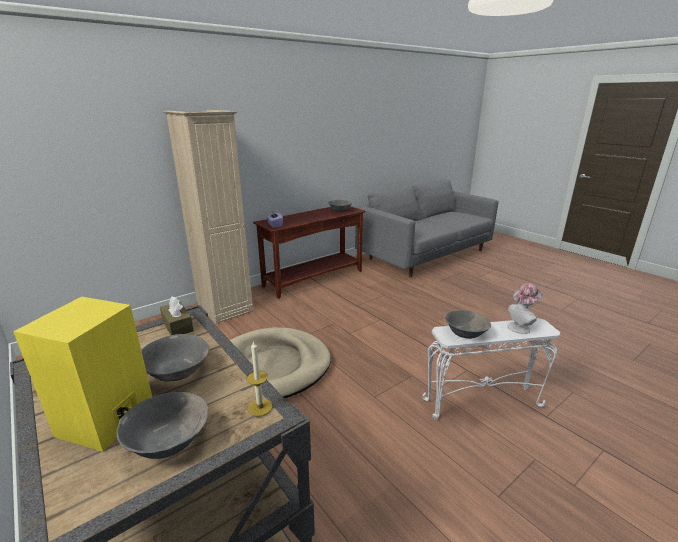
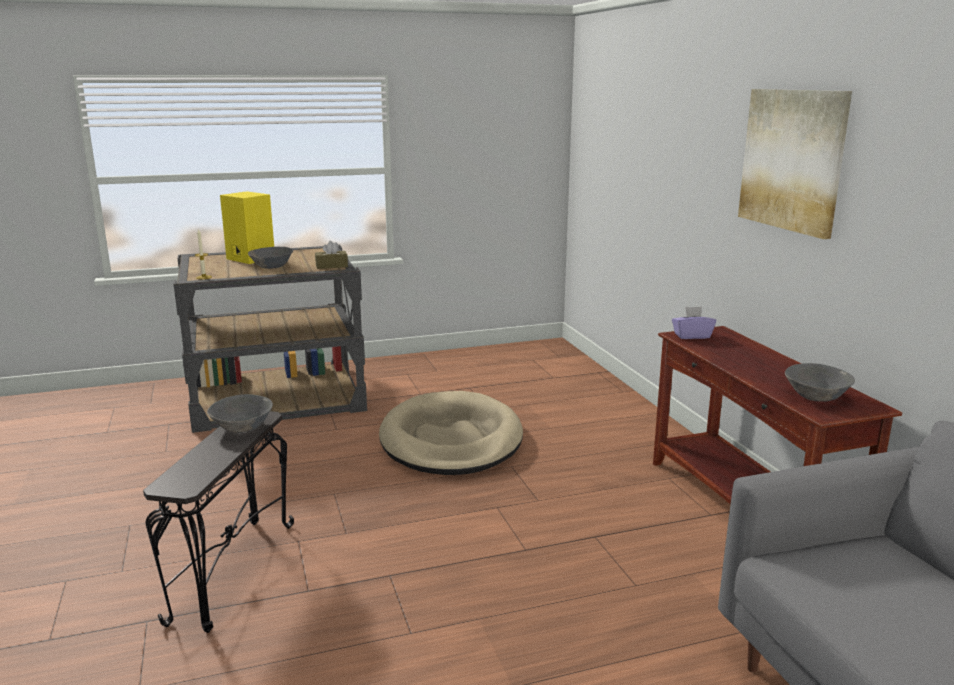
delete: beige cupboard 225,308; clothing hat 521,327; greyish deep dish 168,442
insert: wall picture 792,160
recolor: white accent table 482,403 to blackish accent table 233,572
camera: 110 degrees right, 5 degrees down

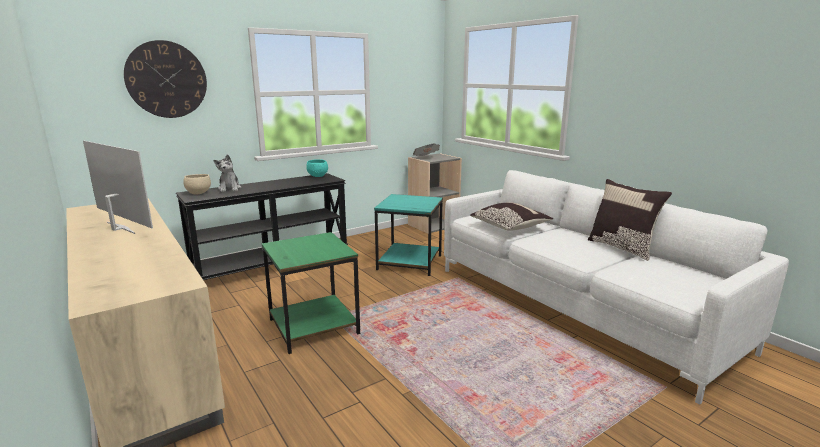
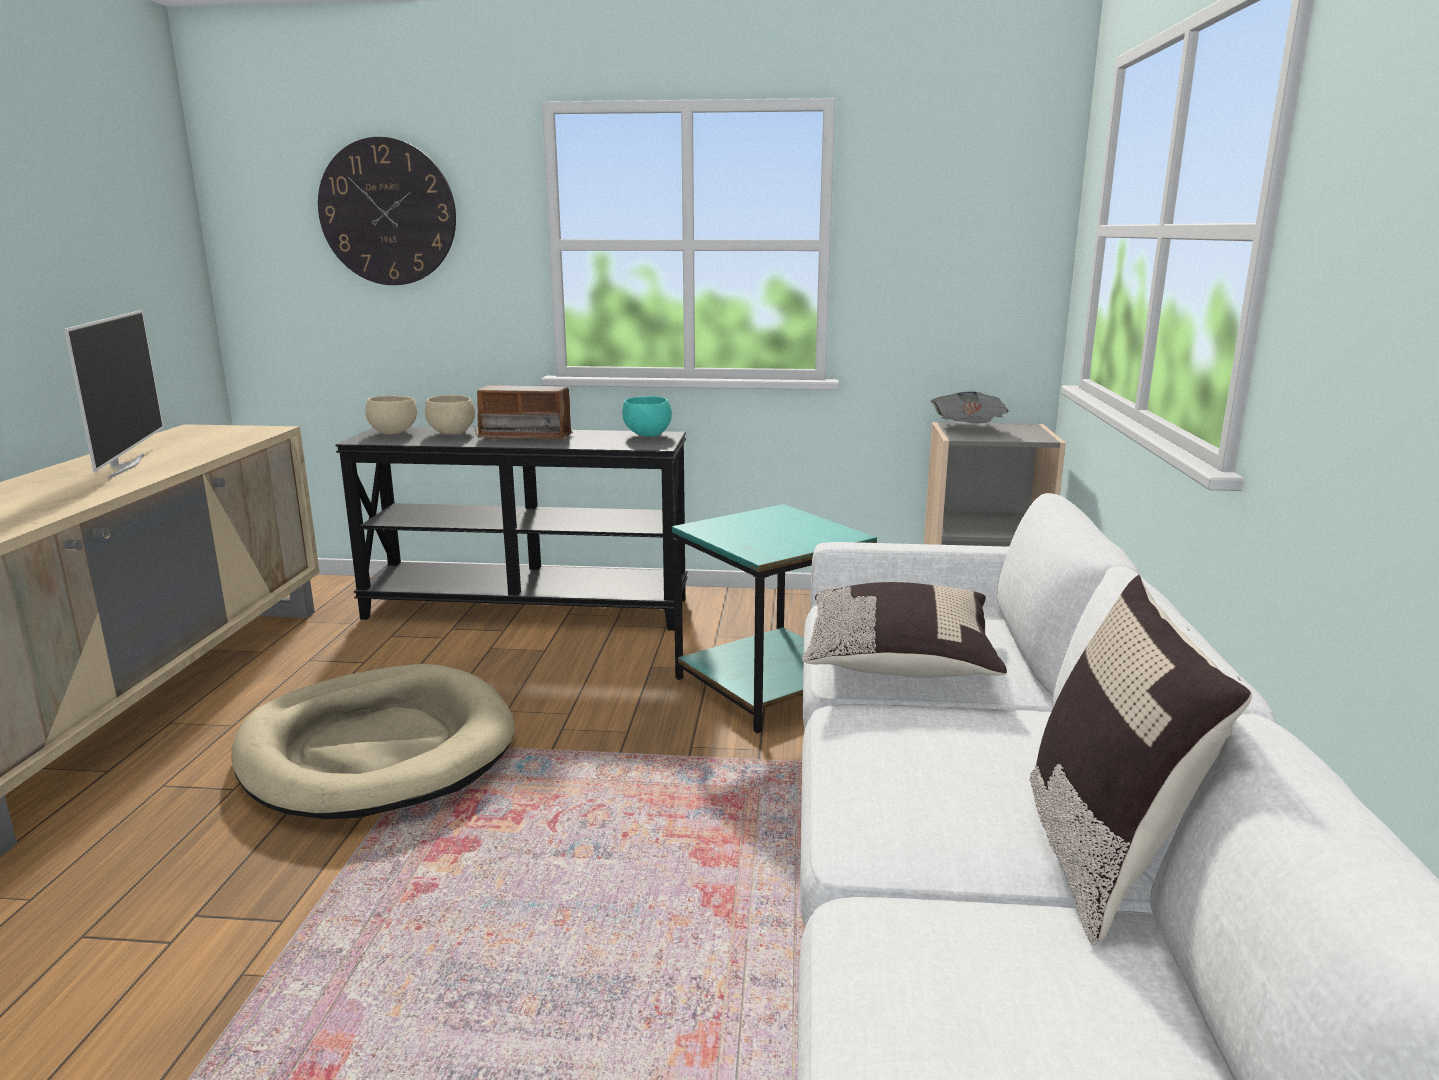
insert: radio 526,436
replace: soft toy 229,189 to beige deep dish 453,433; green accent table 312,326 to beige dog cushion 377,749
camera: 40 degrees right, 0 degrees up

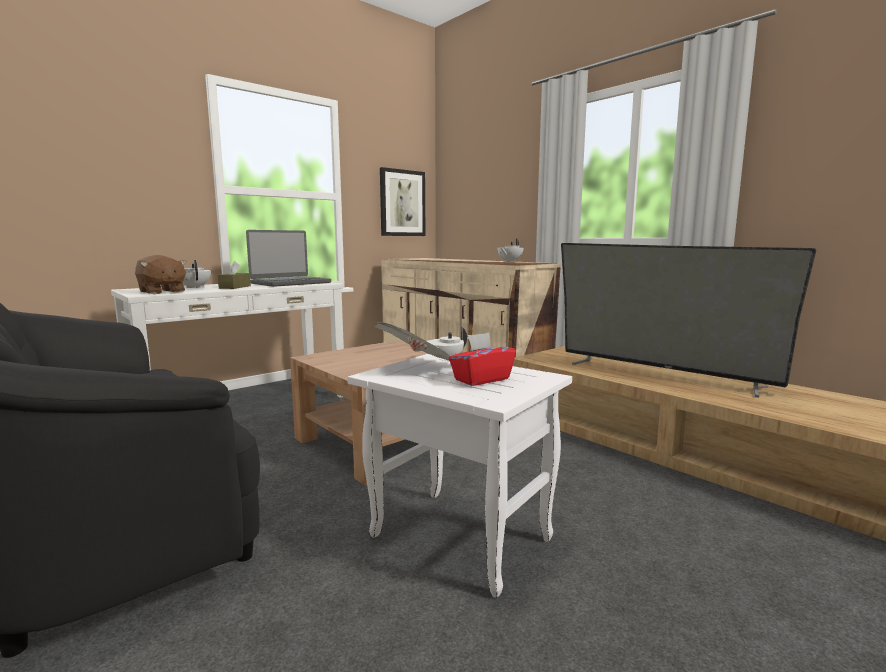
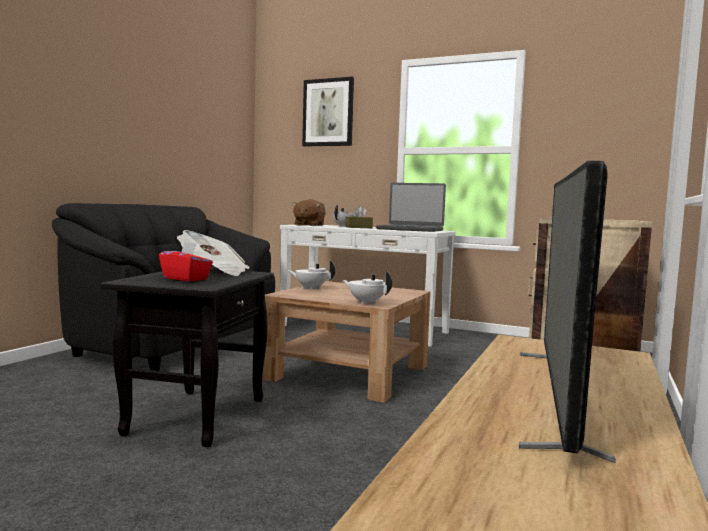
move: wall picture 402,203 to 328,112; white teapot 509,261 to 311,288
recolor: white accent table 456,538 to blackish accent table 196,415
camera: 65 degrees right, 5 degrees down

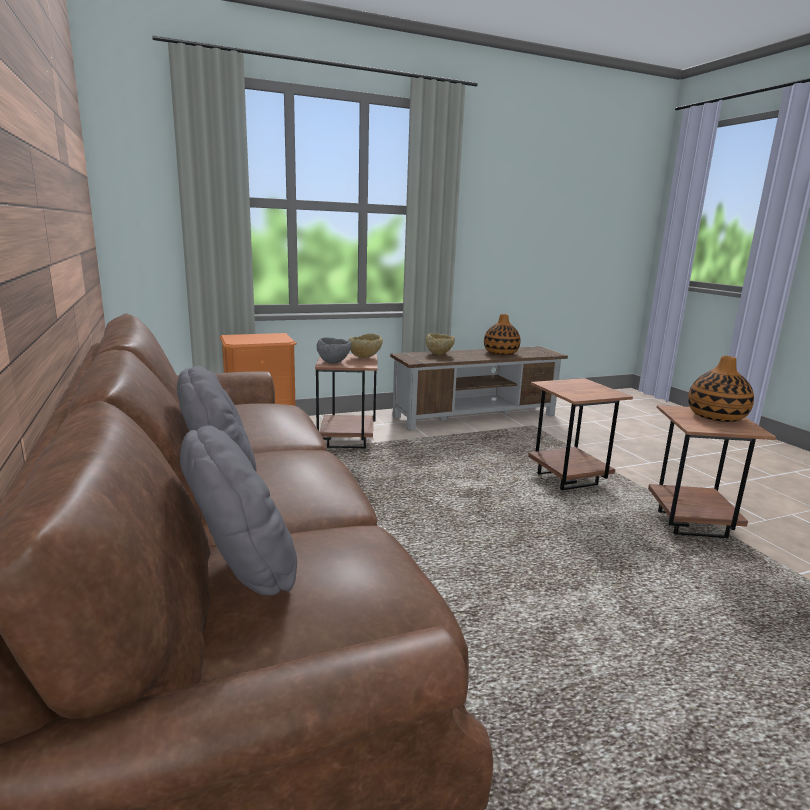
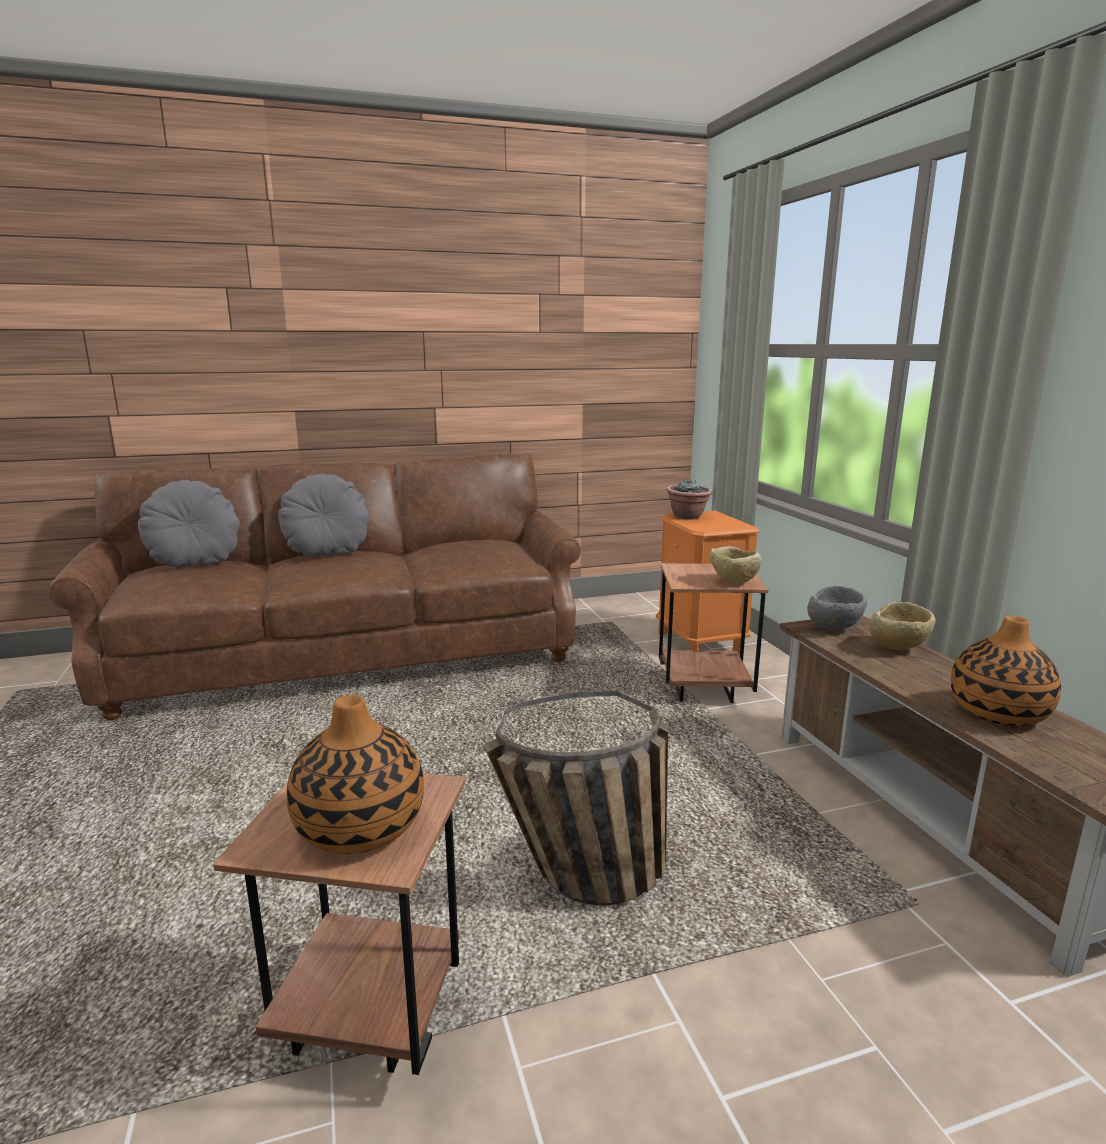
insert: plant in a pot 687,517
move: greyish deep dish 334,362 to 834,629
replace: brown accent table 566,480 to household basket 581,884
camera: 95 degrees right, 0 degrees up

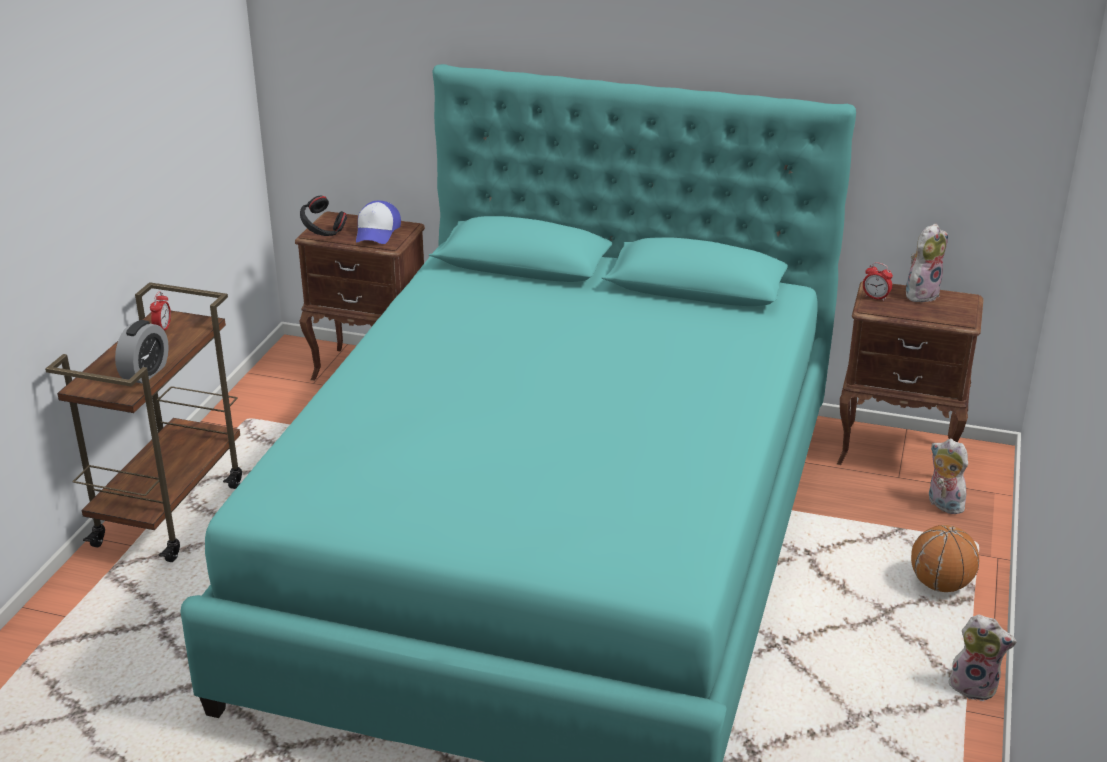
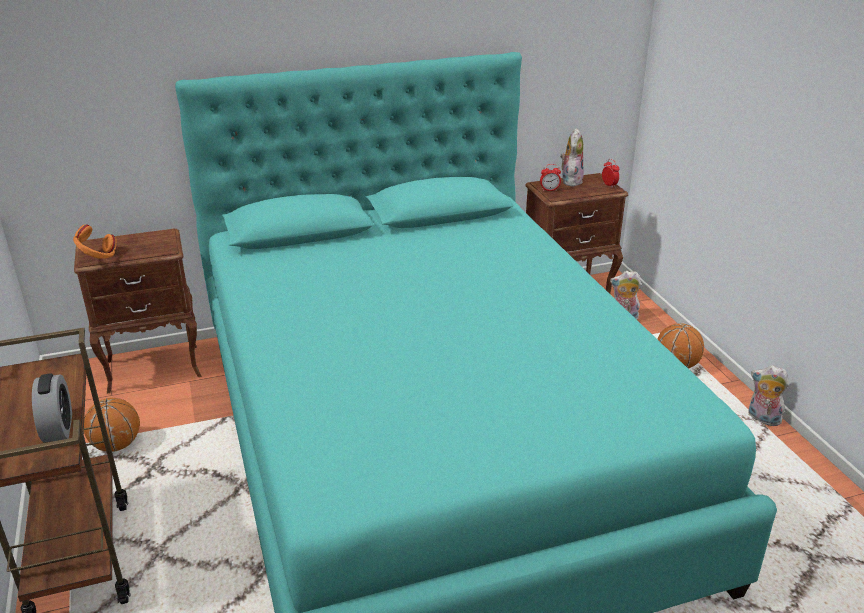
delete: cap 377,232
insert: basketball ball 116,445
move: alarm clock 163,329 to 609,185
recolor: blackish headphones 323,233 to orangey headphones 98,258
rotate: soft toy 974,686 = 762,419 135 degrees counterclockwise
camera: 35 degrees left, 0 degrees up

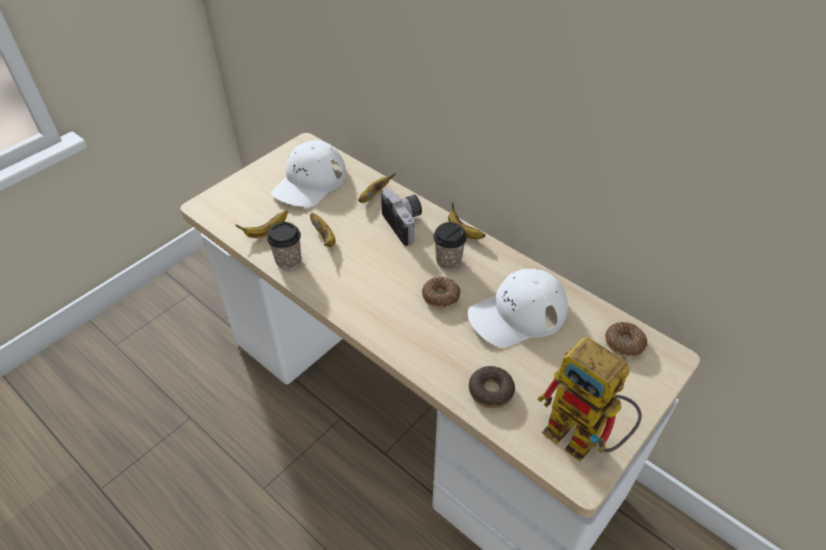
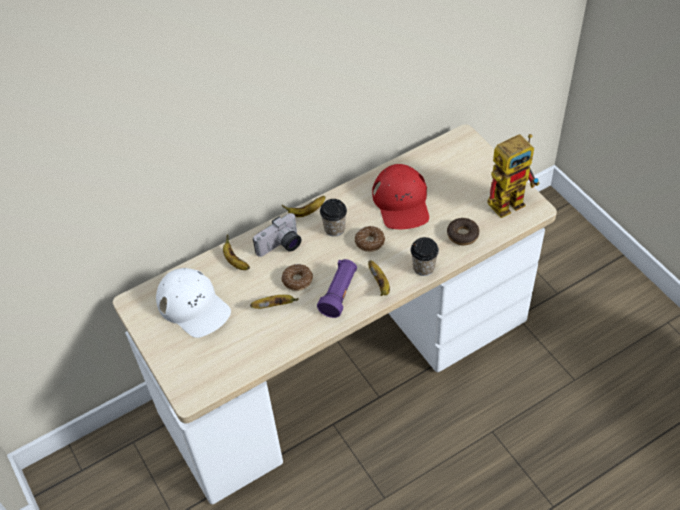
insert: purple-coloured hand torch 339,294
move: whole banana 266,232 to 380,284; small cup 288,261 to 423,267; donut 624,343 to 297,280
recolor: white cap 517,314 to reddish cap 401,202
rotate: photo camera 406,224 = 281,246 150 degrees clockwise
camera: 70 degrees left, 5 degrees up

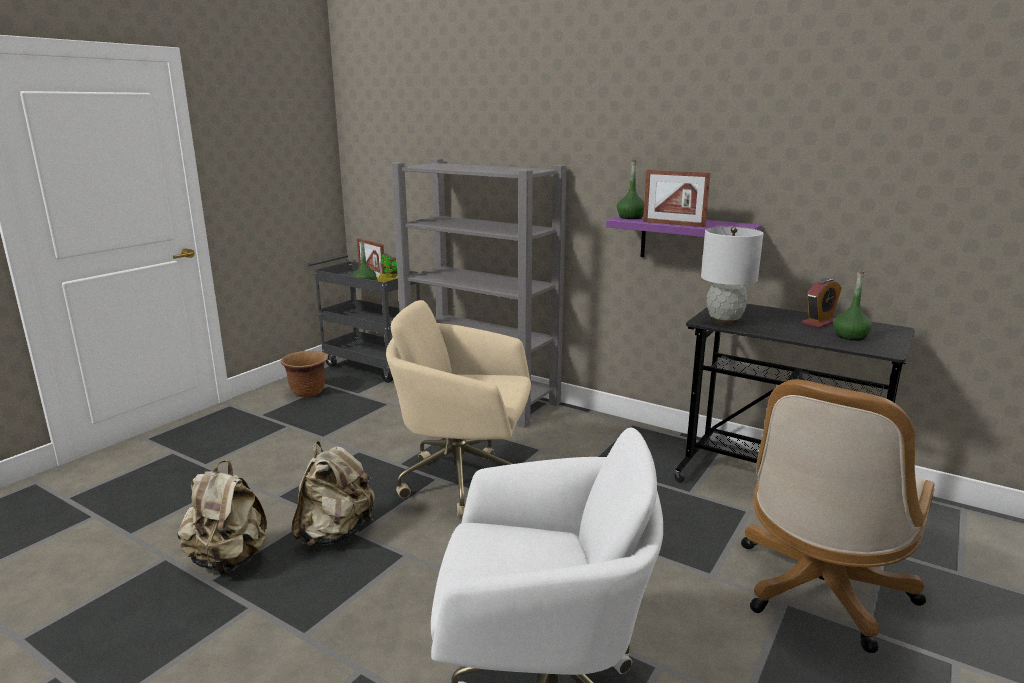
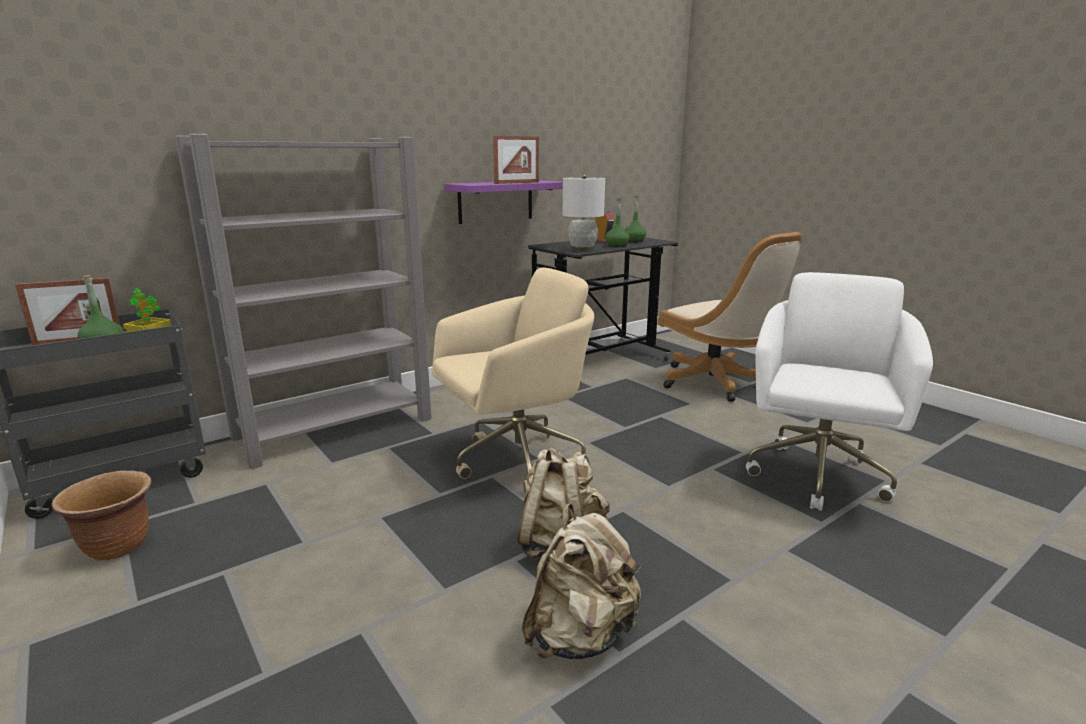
move: green beverage bottle 631,217 to 617,246
rotate: beige computer chair 465,483 = 513,463 150 degrees counterclockwise
camera: 70 degrees left, 0 degrees up

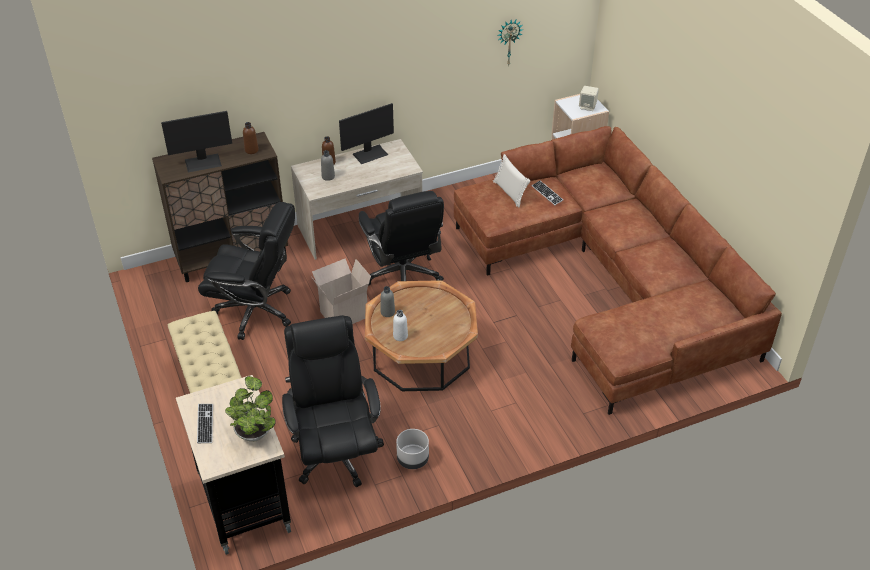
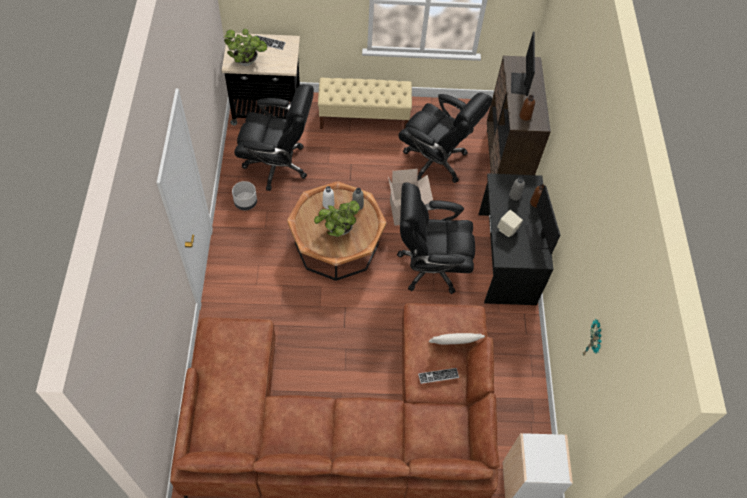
insert: plant in a pot 337,230
move: beige audio speaker 587,106 to 507,230
recolor: beige desk 360,228 to blackish desk 505,258
rotate: blackish computer chair 255,311 = 435,161 90 degrees counterclockwise
camera: 110 degrees right, 15 degrees up

